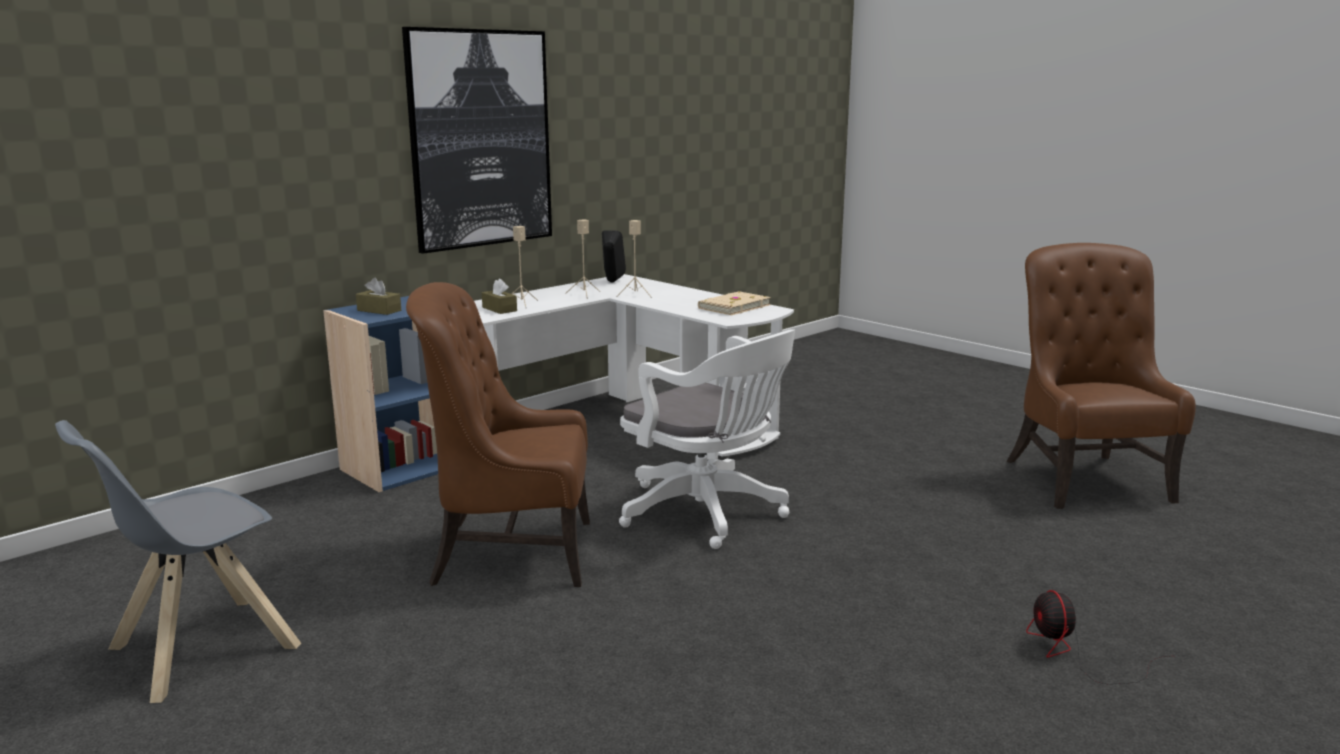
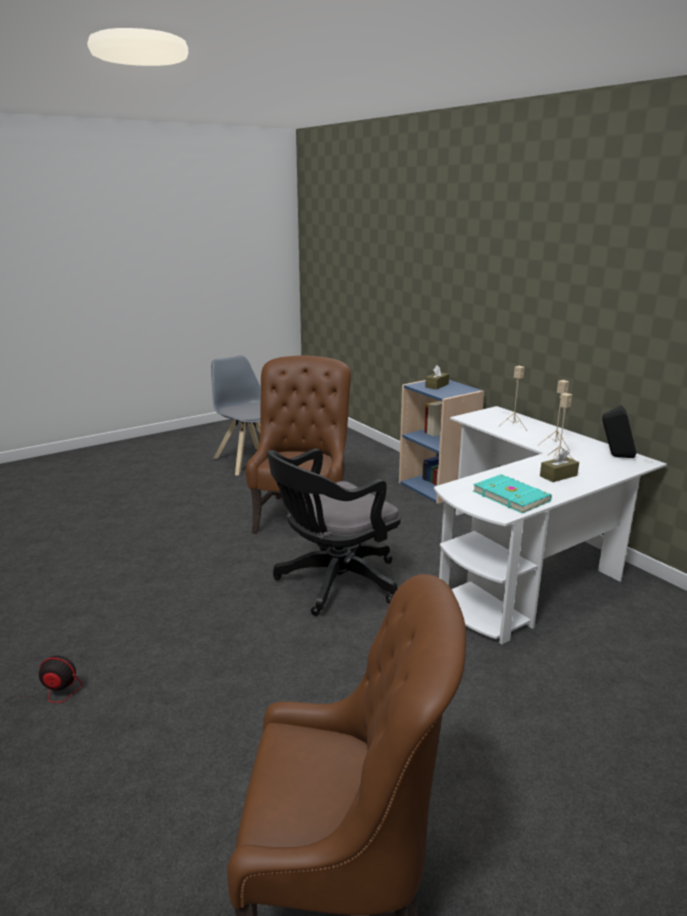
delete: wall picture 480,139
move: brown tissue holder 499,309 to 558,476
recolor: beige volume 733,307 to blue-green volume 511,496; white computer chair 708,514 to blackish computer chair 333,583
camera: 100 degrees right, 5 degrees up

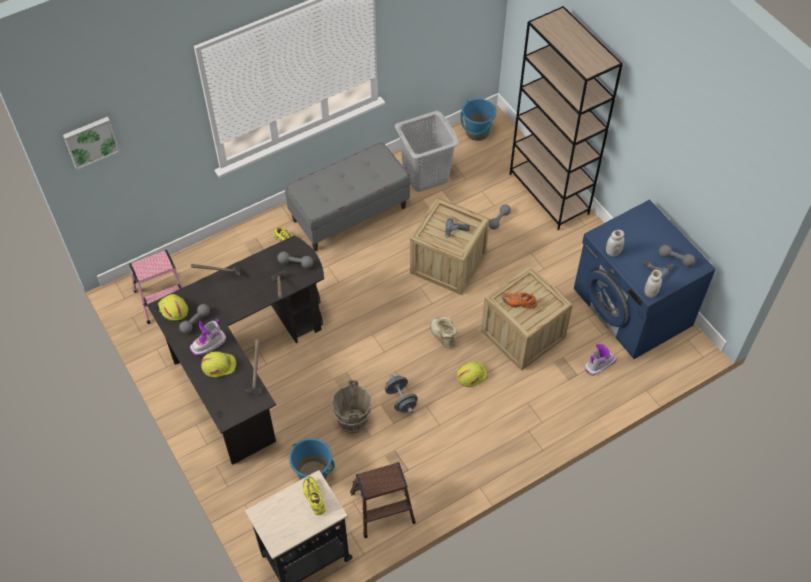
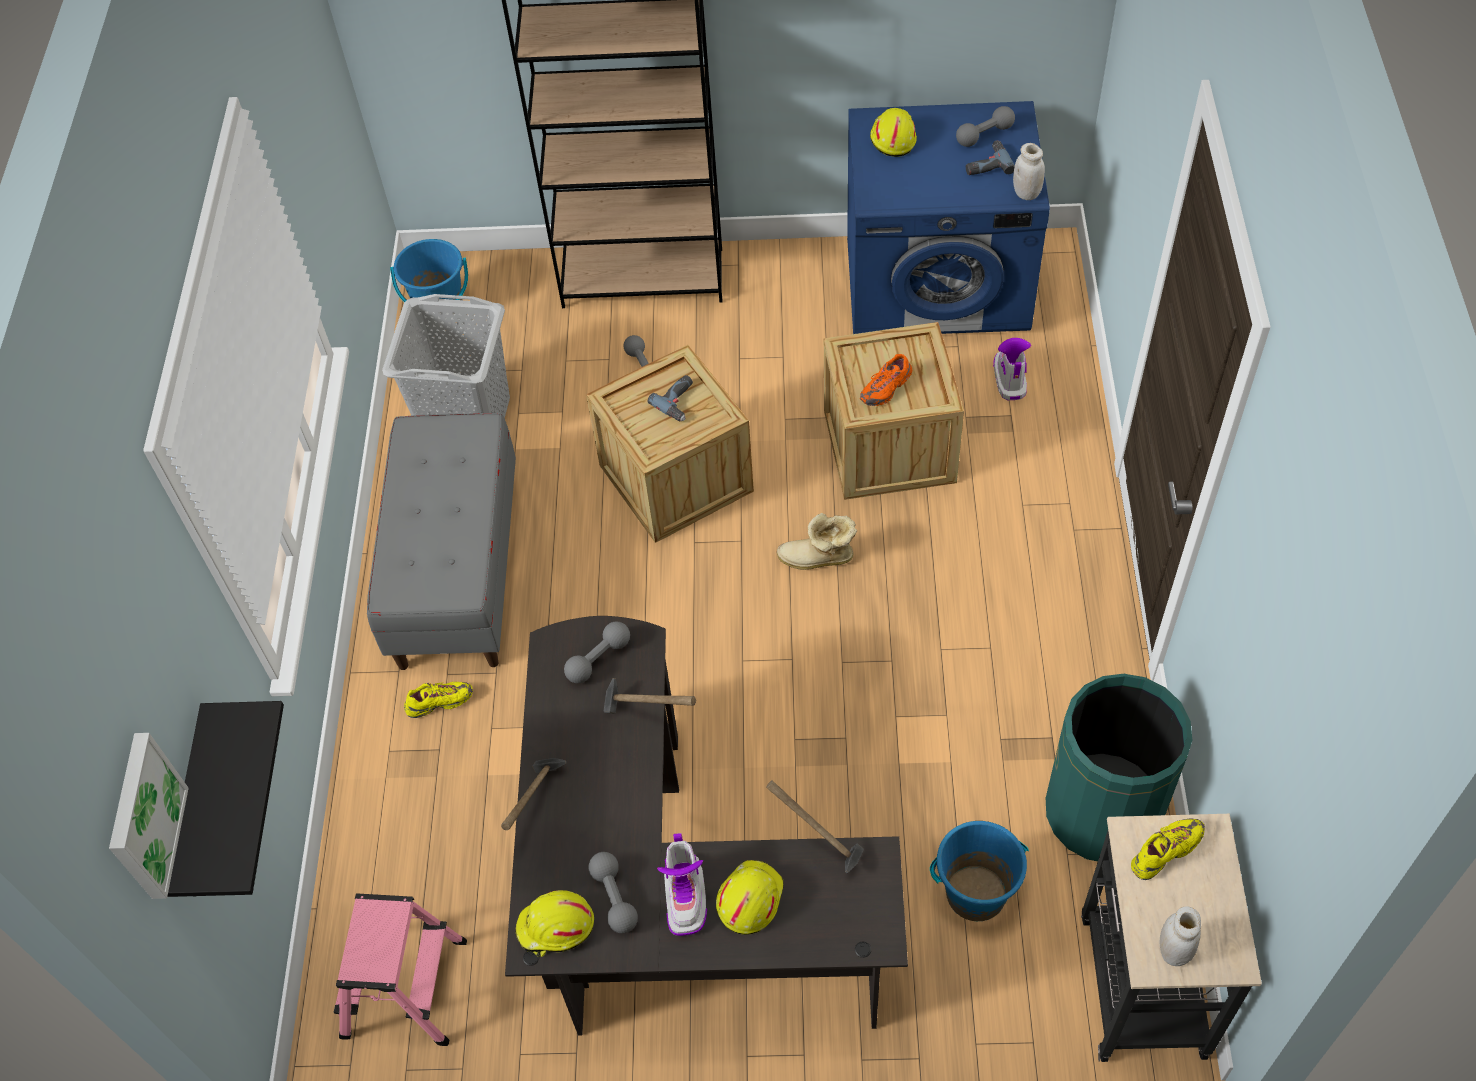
delete: greyish dumbbell 401,400; brown water bucket 352,421
insert: blackish wall shelf 194,812
move: white storage jar 613,252 to 1174,950; yellowish hard hat 471,375 to 892,138
replace: brown step stool 382,507 to green rubbish bin 1102,812
rotate: yellowish low shoe 314,498 = 1165,852 135 degrees clockwise
camera: 55 degrees left, 0 degrees up

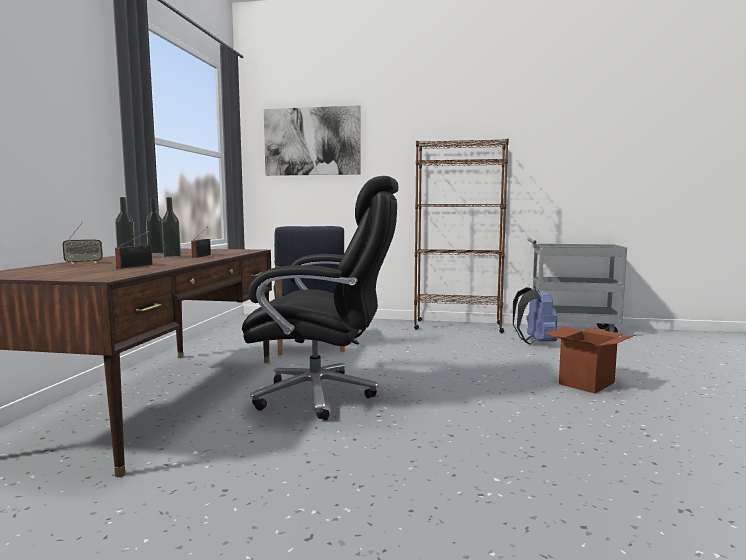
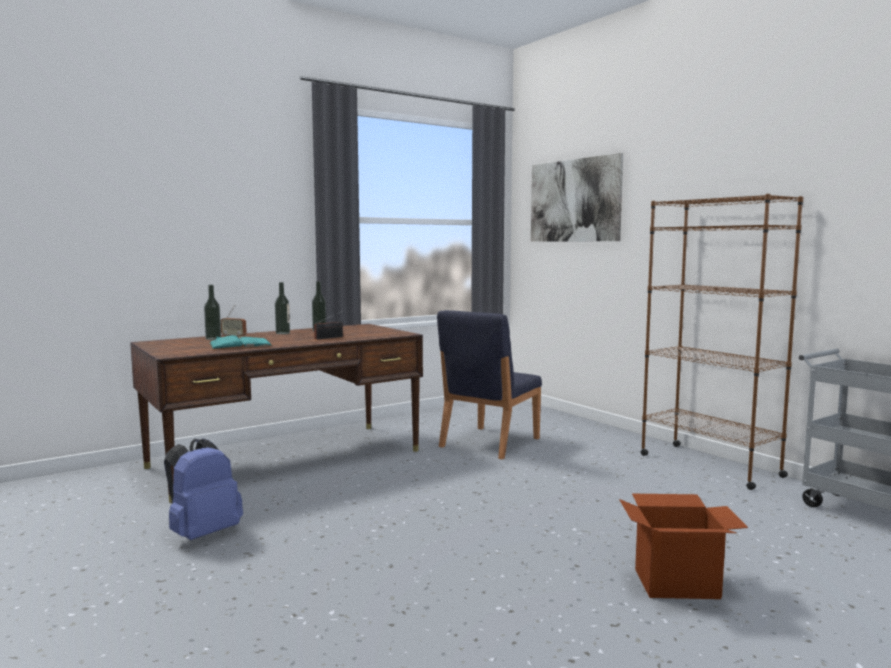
delete: blackish computer chair 323,397
move: beverage bottle 172,257 to 213,338; bluish backpack 535,343 to 203,534
replace: radio 137,266 to blue-green volume 240,344
camera: 45 degrees right, 0 degrees up

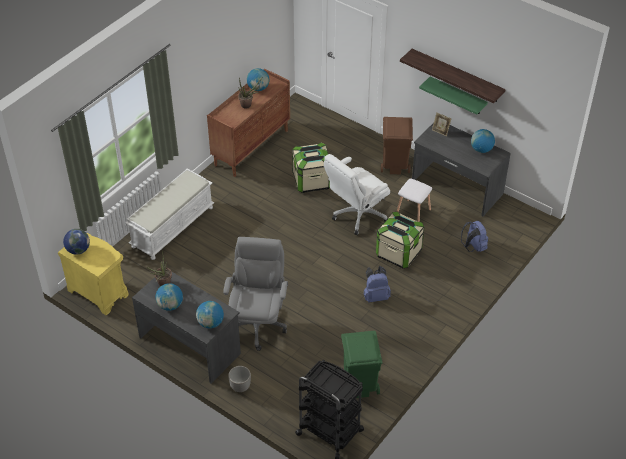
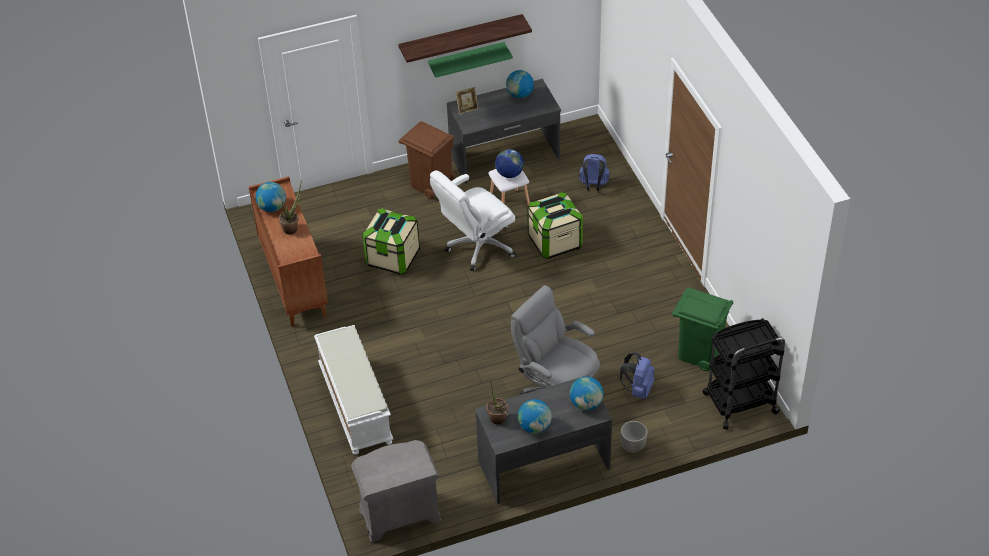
move: world globe 78,250 to 509,174; bluish backpack 375,296 to 638,389
recolor: yellowish nightstand 99,291 to greyish nightstand 398,512
rotate: white computer chair 356,216 = 476,248 60 degrees clockwise
camera: 55 degrees left, 0 degrees up

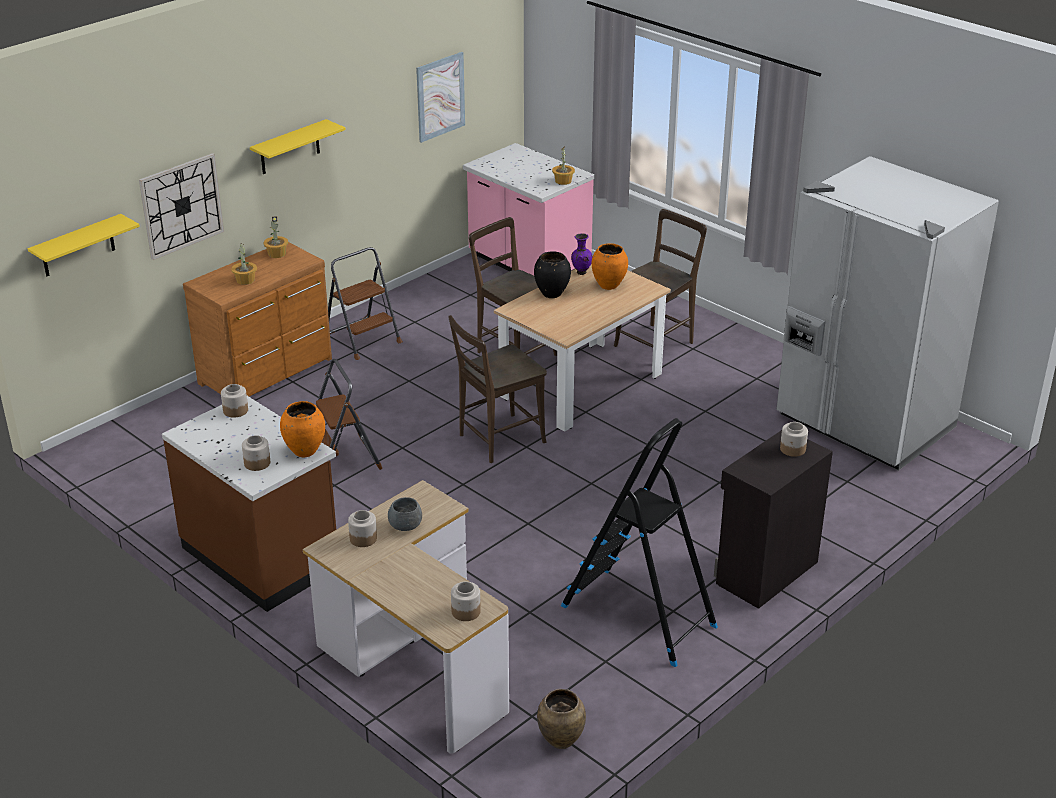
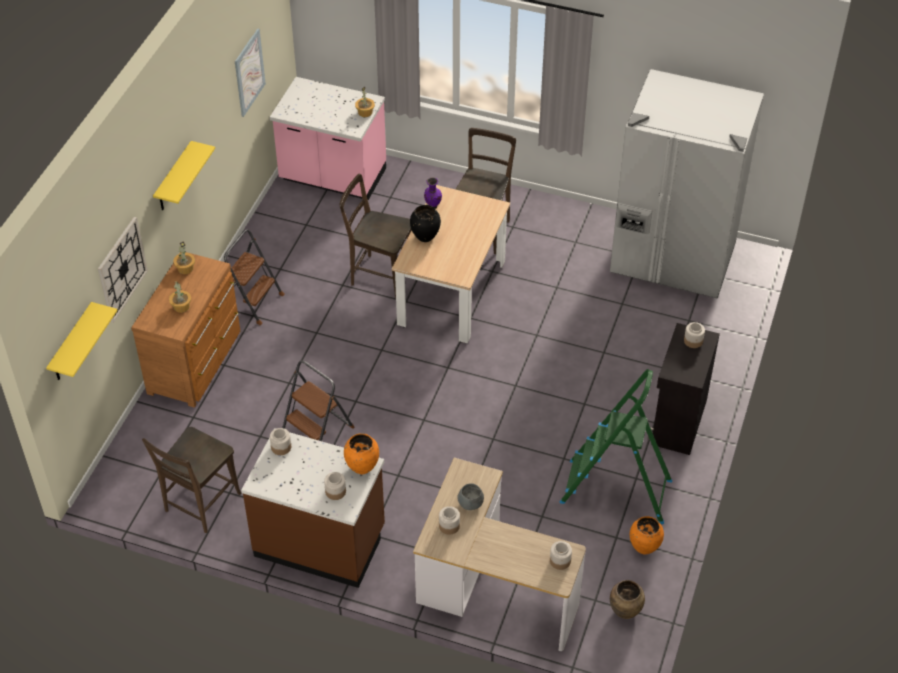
move: orangey vase 608,285 to 643,547; brown plain chair 497,440 to 200,505
recolor: blackish step stool 637,616 to green step stool 615,491
camera: 25 degrees left, 15 degrees up

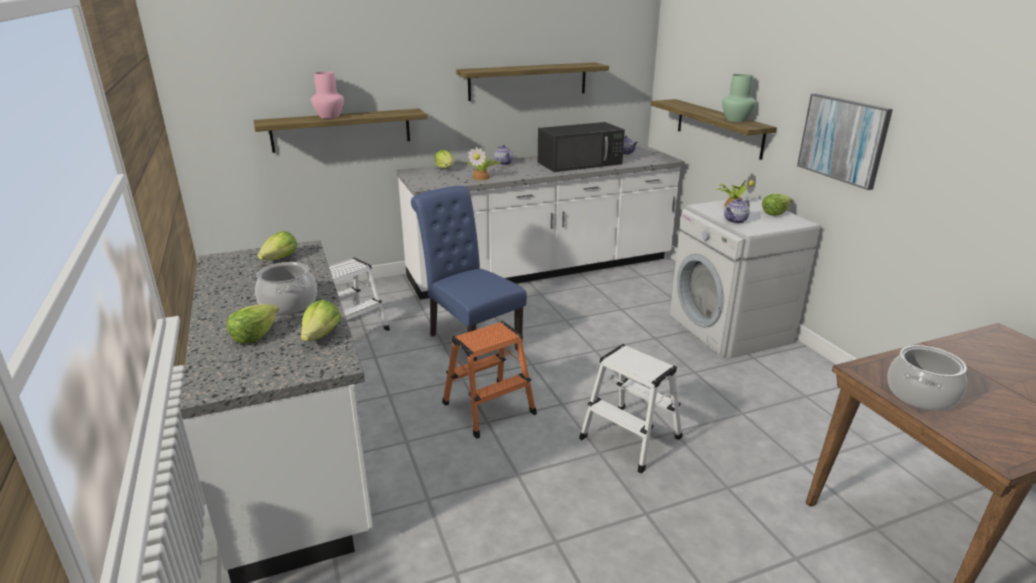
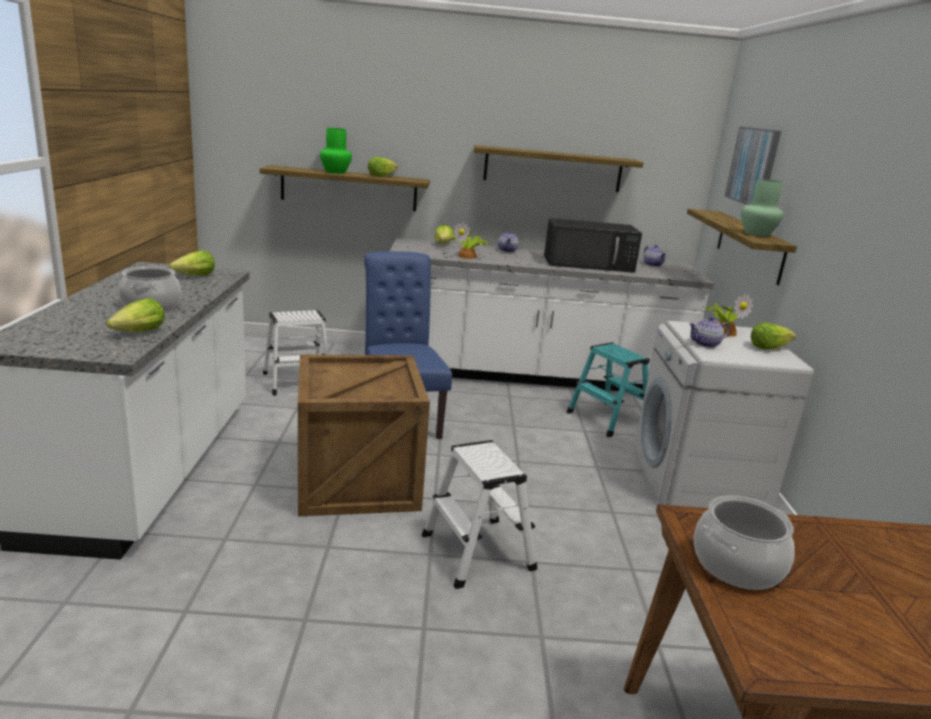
insert: blue-green step stool 608,418
move: wall picture 843,139 to 753,166; head of lettuce 255,335 to 381,176
replace: orangey step stool 489,407 to packing crate 359,480
recolor: pink-coloured vase 329,116 to green vase 335,172
camera: 20 degrees right, 5 degrees down

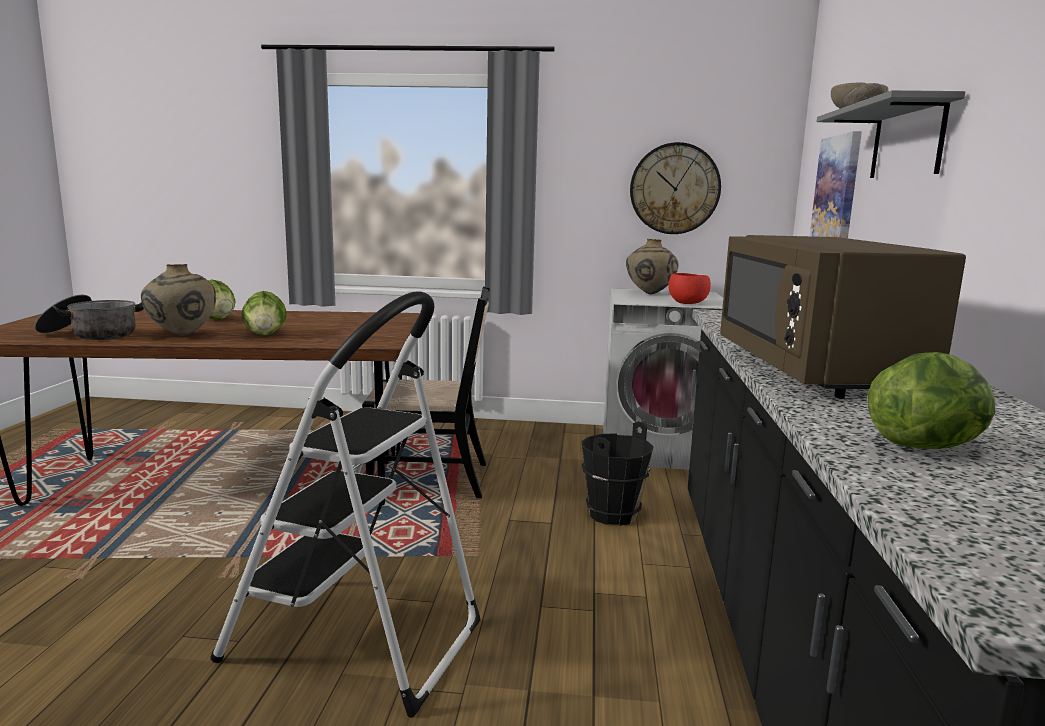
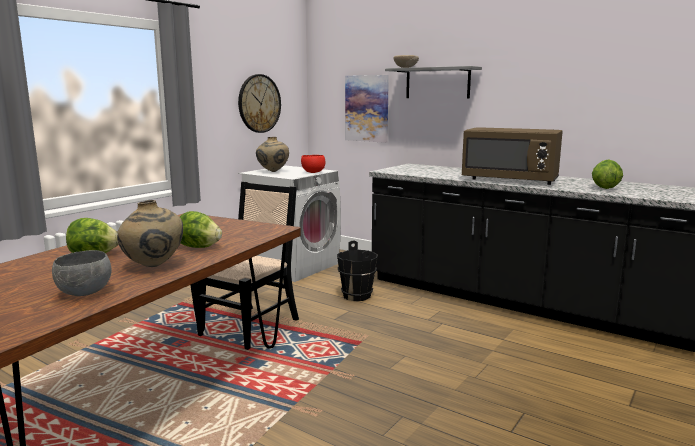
delete: step stool 358,643
replace: stockpot 91,334 to greyish deep dish 85,293
camera: 60 degrees left, 0 degrees up

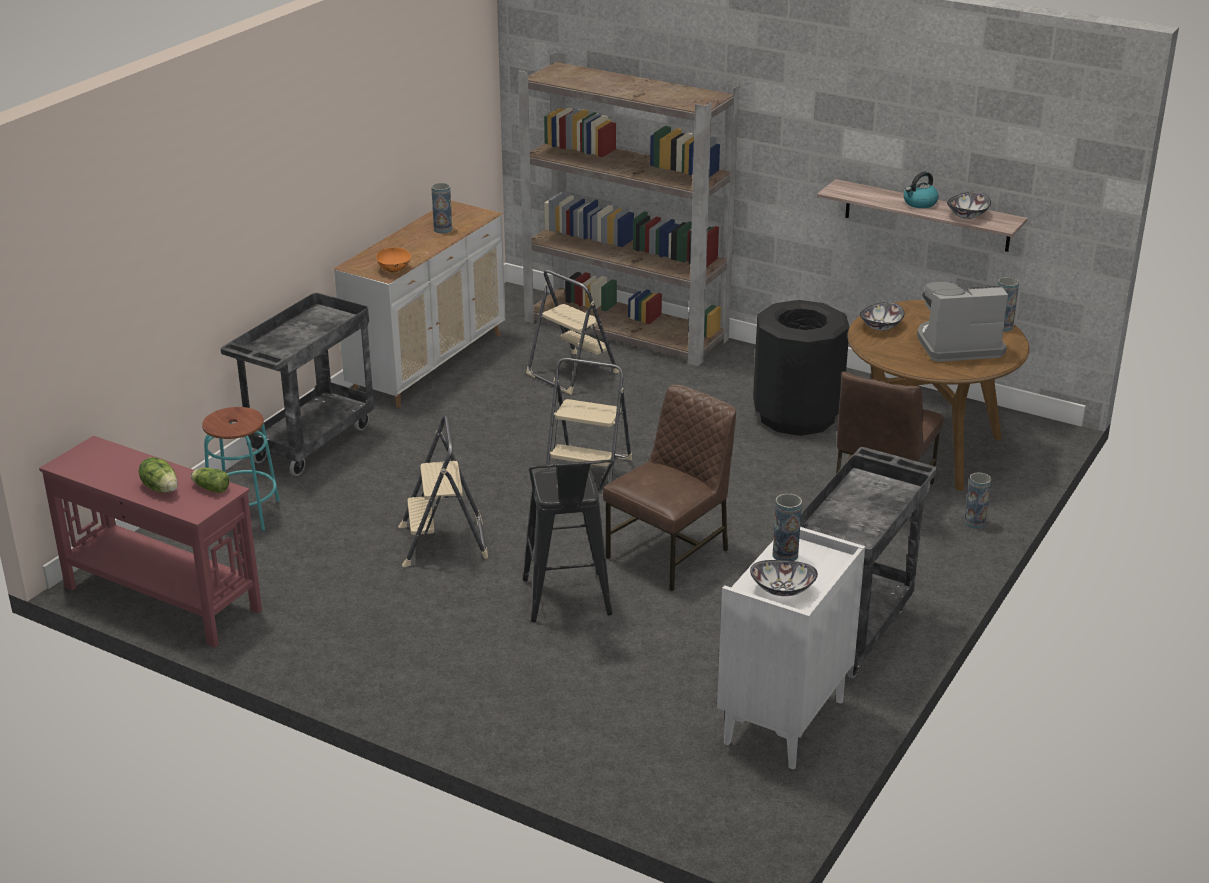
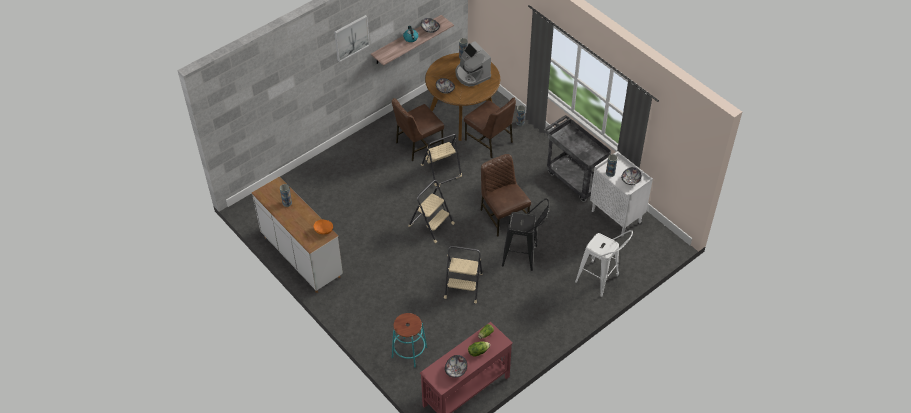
delete: brown shelving unit 625,330; greyish wheeled cart 308,447
insert: wall picture 351,38; white stool 601,281; deep dish 456,370
move: beige step stool 569,374 to 441,171
replace: blackish rubbish bin 796,416 to brown plain chair 418,144
rotate: coffee maker 957,345 = 472,75 45 degrees counterclockwise
camera: 70 degrees left, 20 degrees up

